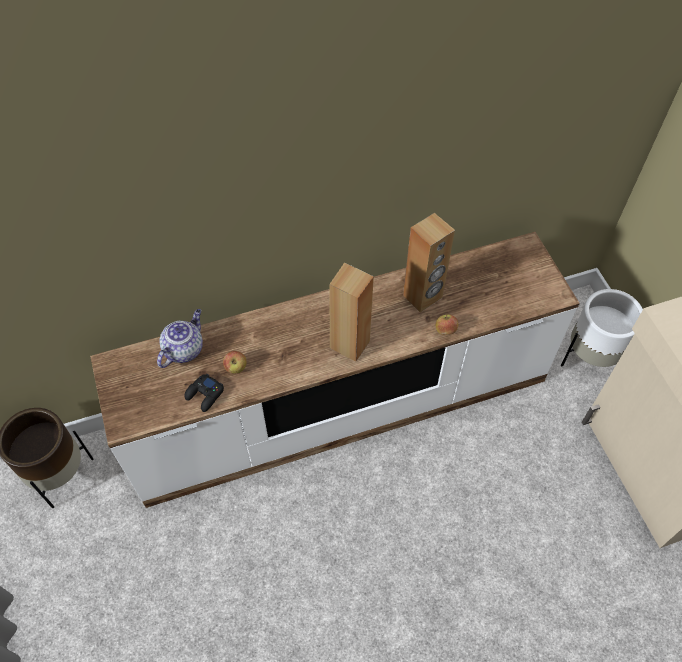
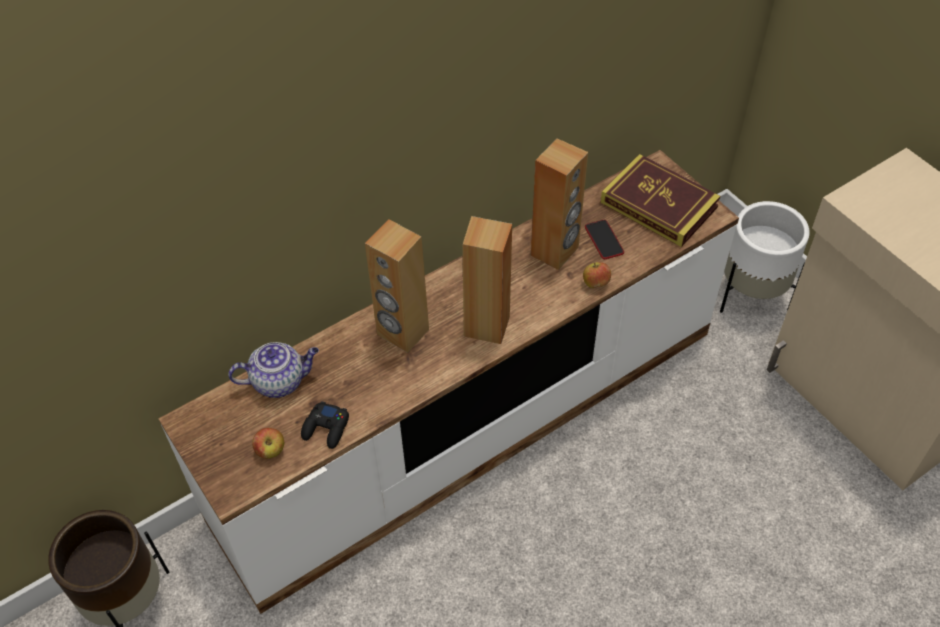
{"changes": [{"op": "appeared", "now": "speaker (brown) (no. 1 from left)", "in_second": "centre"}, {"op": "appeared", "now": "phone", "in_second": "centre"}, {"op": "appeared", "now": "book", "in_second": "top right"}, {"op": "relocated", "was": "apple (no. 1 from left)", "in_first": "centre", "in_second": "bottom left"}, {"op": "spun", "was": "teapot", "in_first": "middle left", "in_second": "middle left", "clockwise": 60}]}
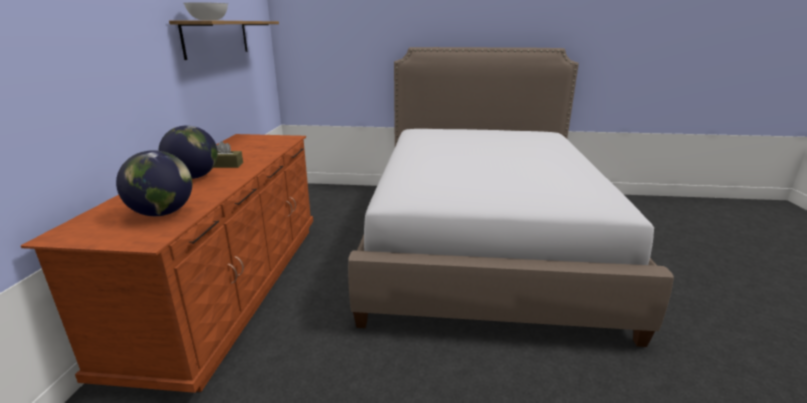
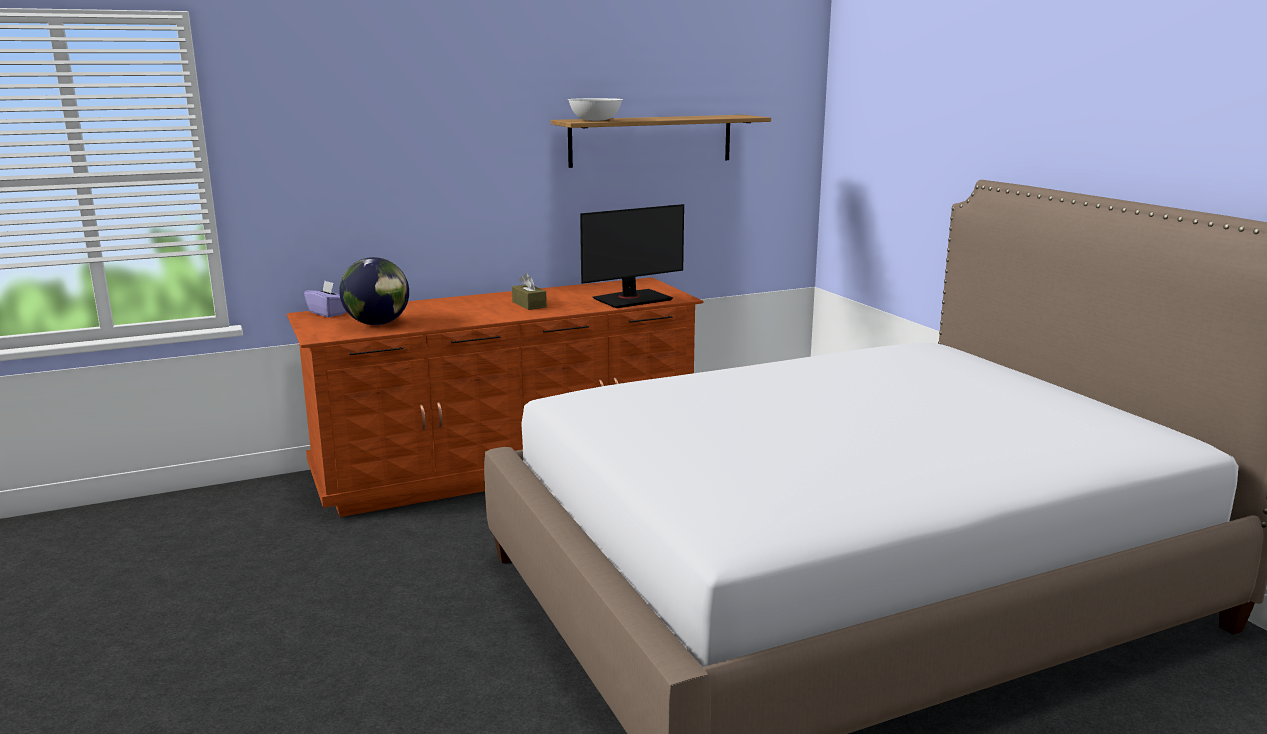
{"changes": [{"op": "missing", "was": "globe (no. 2 from left)", "in_first": "middle left"}, {"op": "appeared", "now": "tissue box (purple)", "in_second": "middle left"}, {"op": "appeared", "now": "monitor", "in_second": "centre"}]}
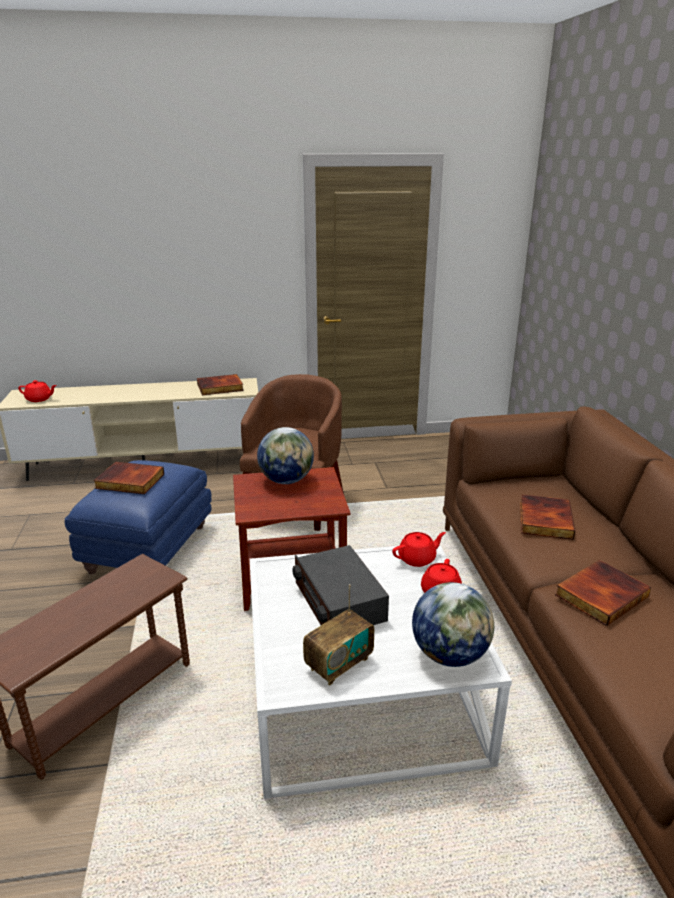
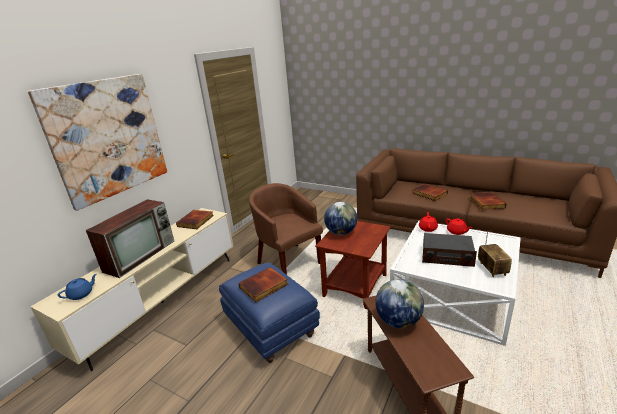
{"changes": [{"op": "appeared", "now": "picture", "in_second": "middle left"}, {"op": "appeared", "now": "television", "in_second": "middle left"}, {"op": "relocated", "was": "globe (no. 2 from left)", "in_first": "bottom right", "in_second": "bottom centre"}, {"op": "colour", "was": "teapot (red) (no. 1 from left)", "now": "teapot (blue)", "in_first": "middle left", "in_second": "bottom left"}]}
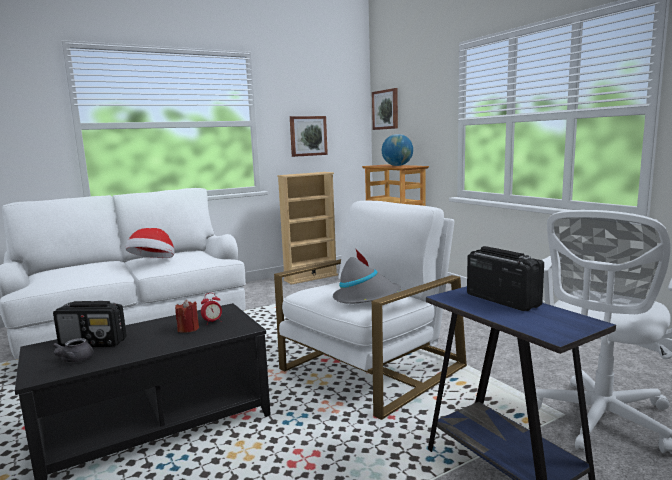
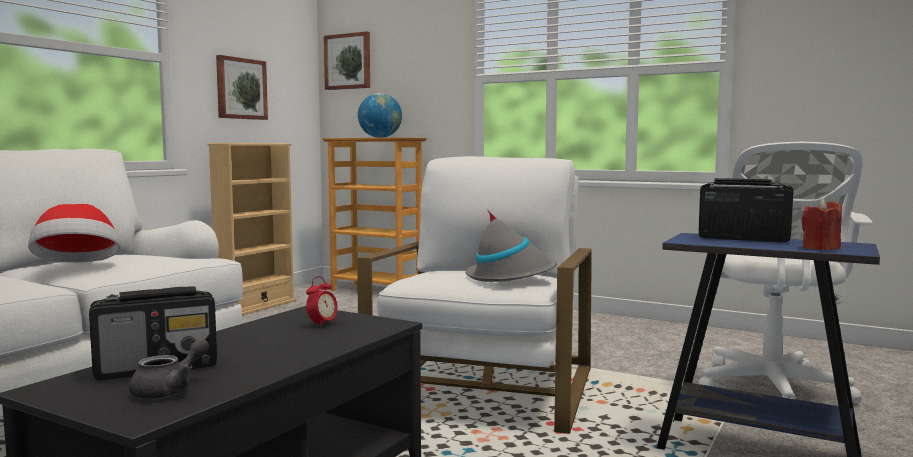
{"changes": [{"op": "relocated", "was": "candle (red)", "in_first": "middle left", "in_second": "middle right"}, {"op": "spun", "was": "teapot (grey)", "in_first": "bottom left", "in_second": "bottom left", "clockwise": -120}]}
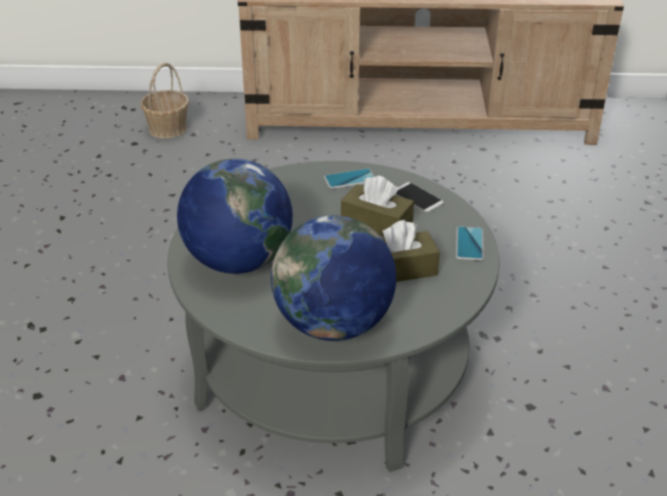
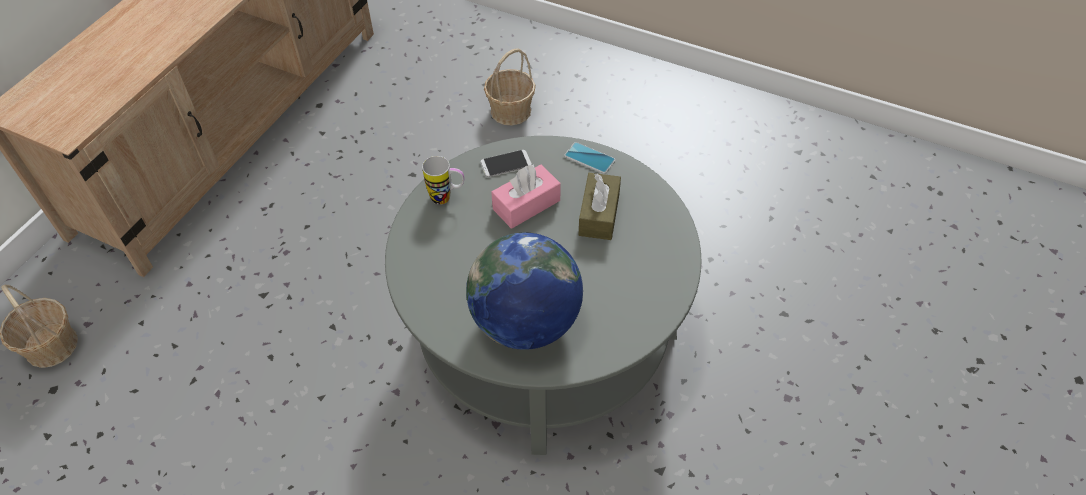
{"changes": [{"op": "missing", "was": "globe (no. 2 from left)", "in_first": "centre"}, {"op": "appeared", "now": "basket (no. 2 from left)", "in_second": "top centre"}, {"op": "exchanged", "was": "phone (no. 1 from left)", "now": "mug", "in_first": "centre", "in_second": "centre"}, {"op": "colour", "was": "tissue box (brown) (no. 1 from left)", "now": "tissue box (pink)", "in_first": "centre", "in_second": "centre"}]}
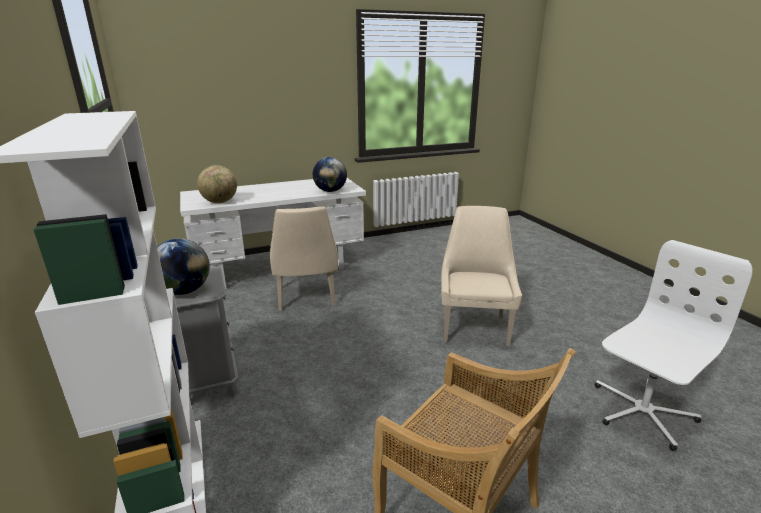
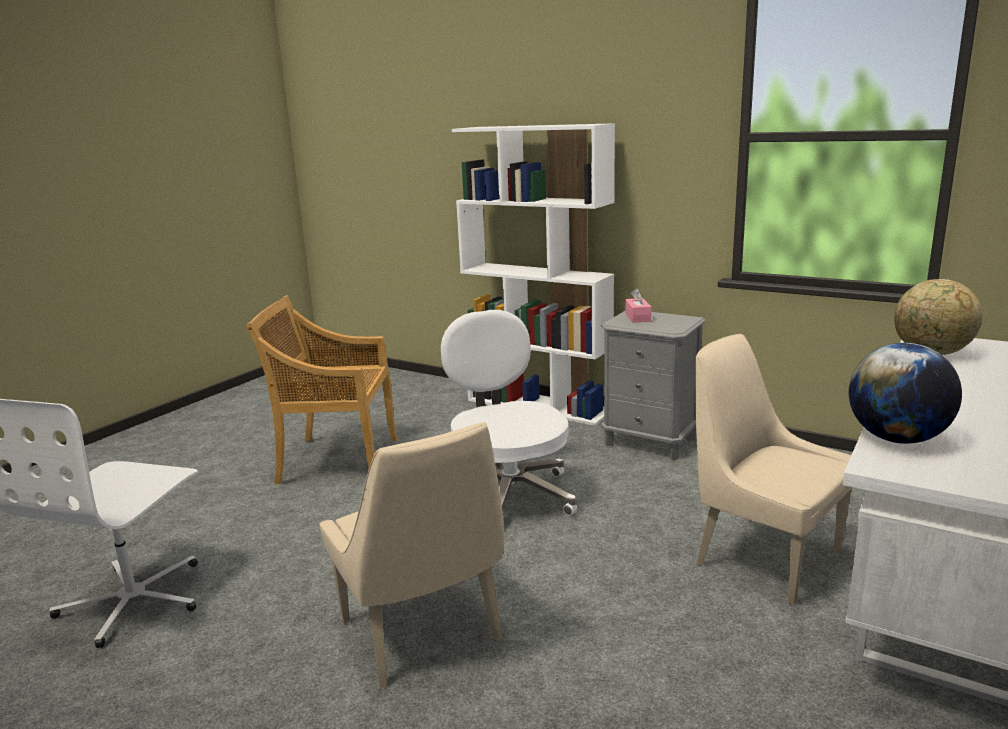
{"changes": [{"op": "appeared", "now": "office chair (white) (no. 2 from left)", "in_second": "centre"}, {"op": "exchanged", "was": "globe (no. 1 from left)", "now": "tissue box (pink)", "in_first": "middle left", "in_second": "centre"}]}
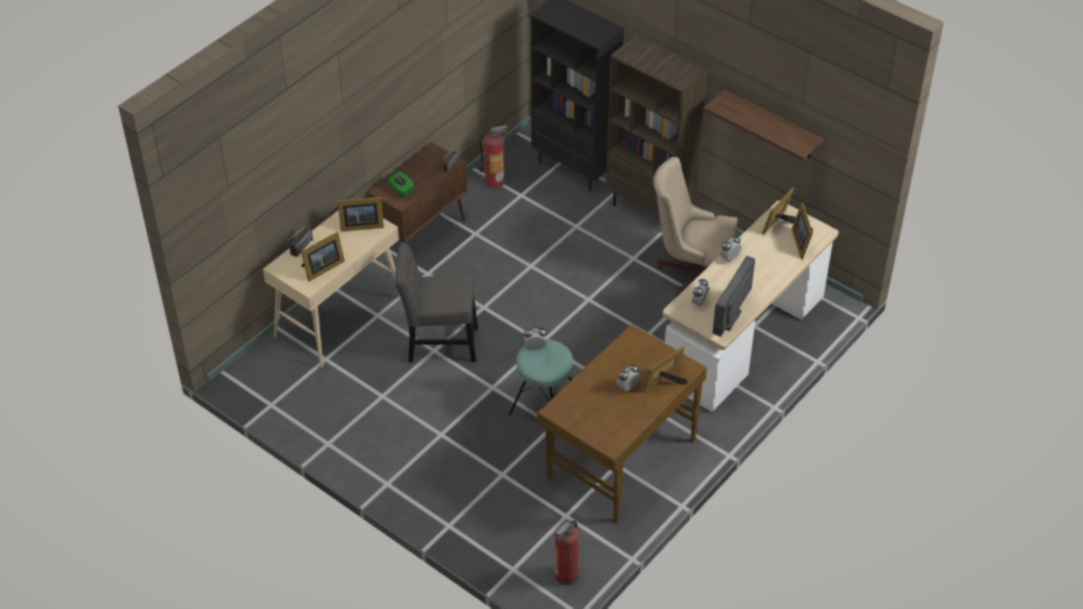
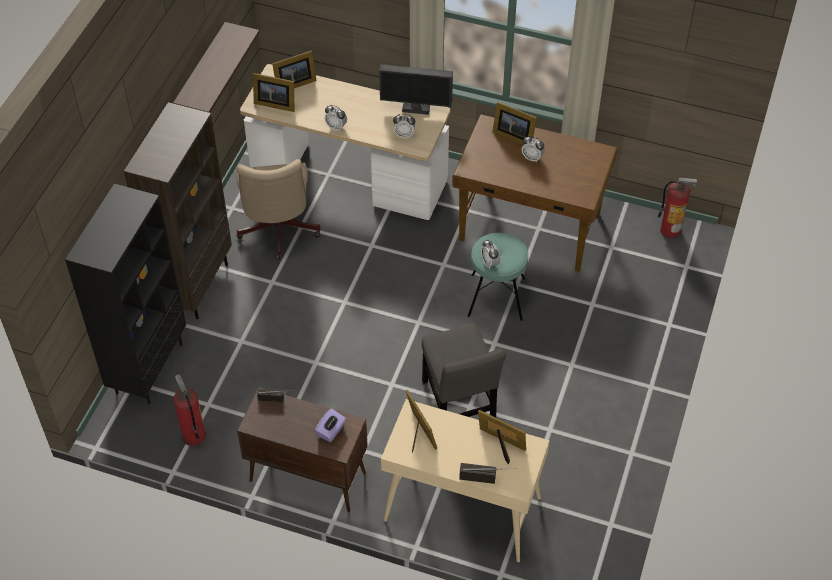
{"changes": [{"op": "colour", "was": "tissue box (green)", "now": "tissue box (purple)", "in_first": "top centre", "in_second": "bottom centre"}]}
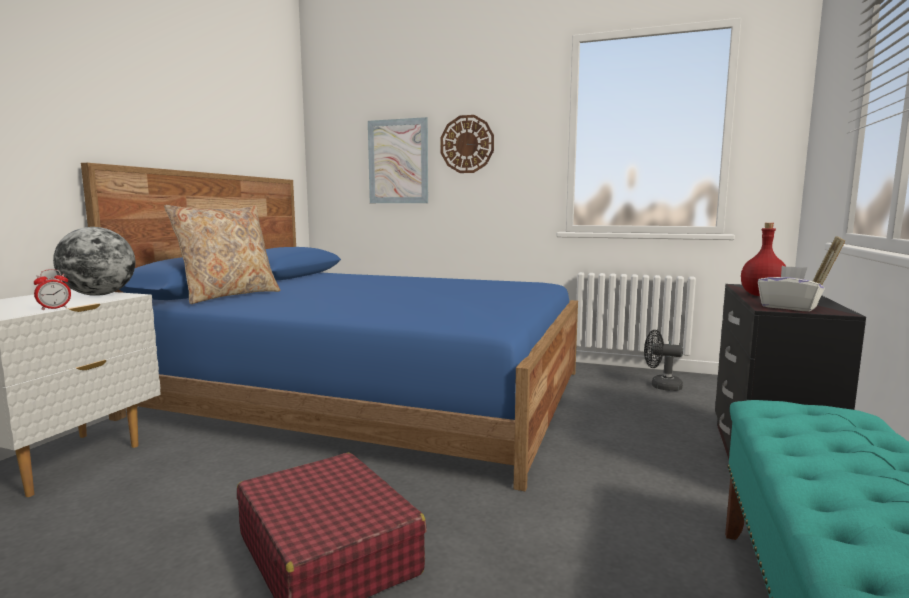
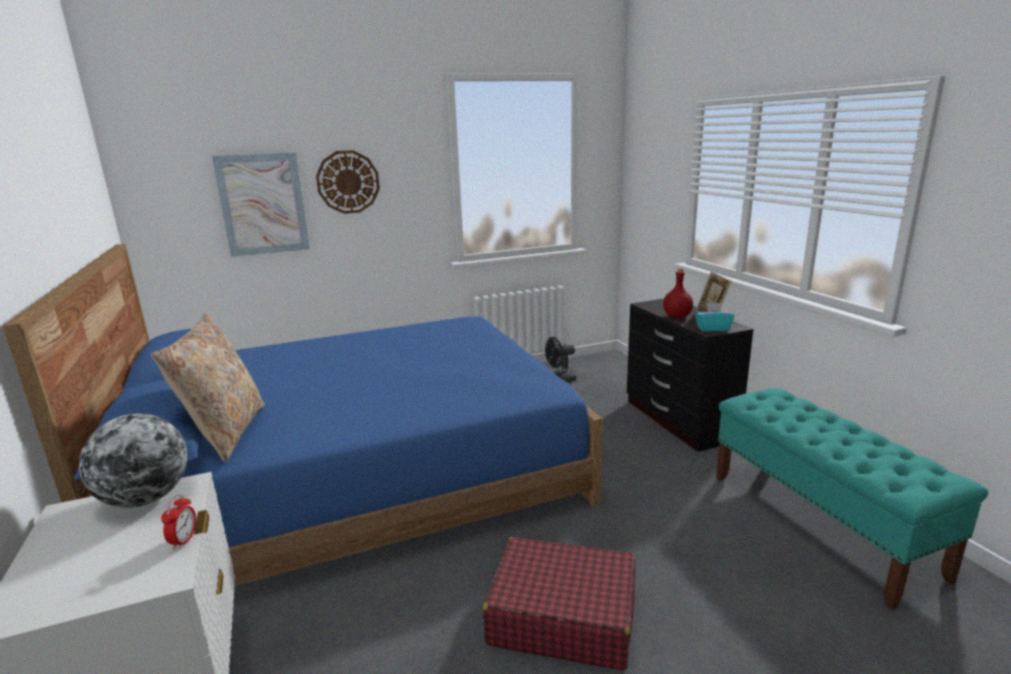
{"changes": [{"op": "colour", "was": "tissue box (white)", "now": "tissue box (turquoise)", "in_first": "middle right", "in_second": "middle right"}]}
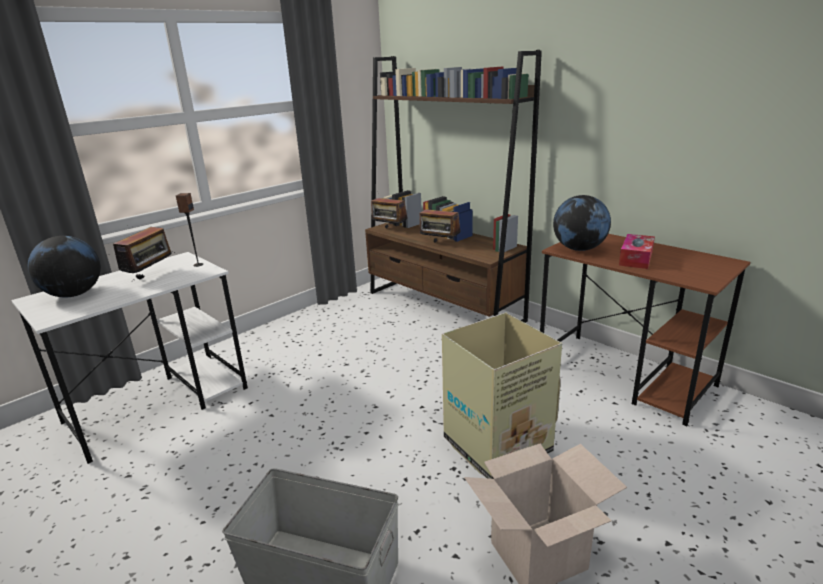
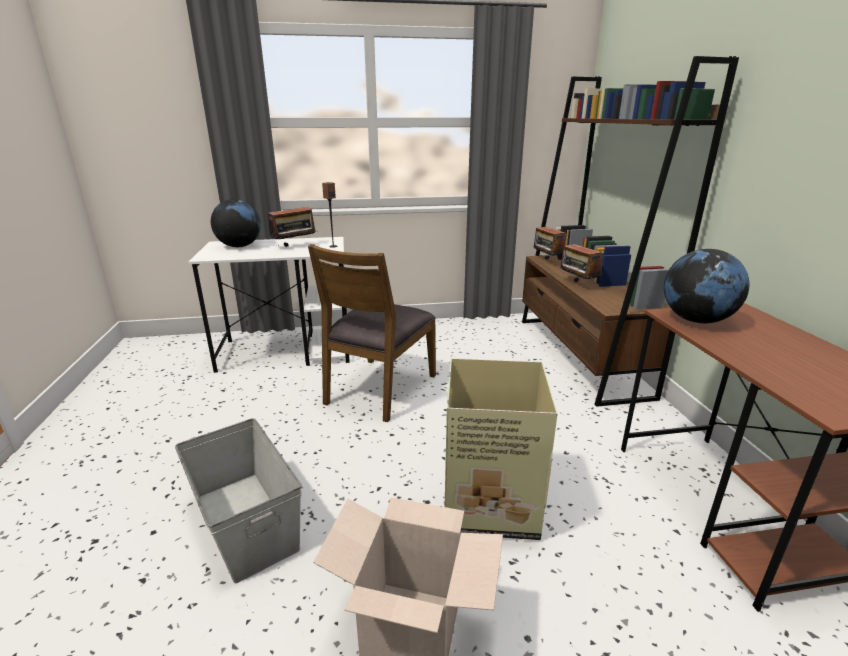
{"changes": [{"op": "missing", "was": "tissue box", "in_first": "middle right"}, {"op": "appeared", "now": "chair (brown)", "in_second": "centre"}]}
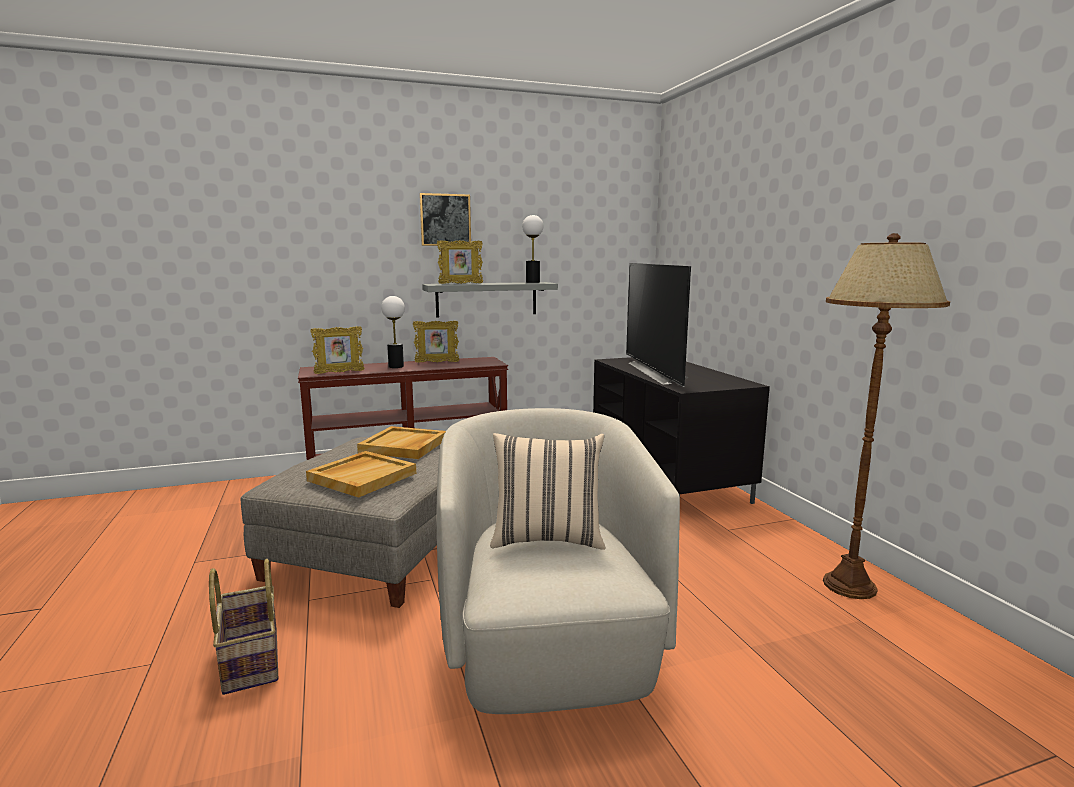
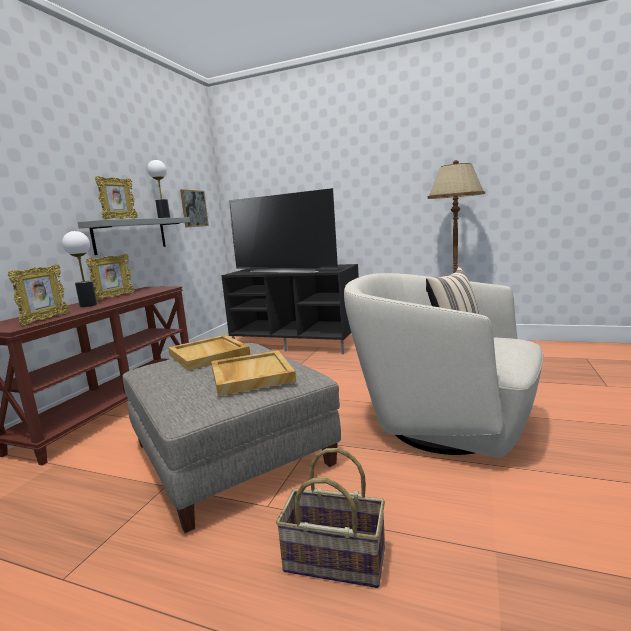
{"changes": [{"op": "relocated", "was": "picture", "in_first": "top centre", "in_second": "top left"}]}
